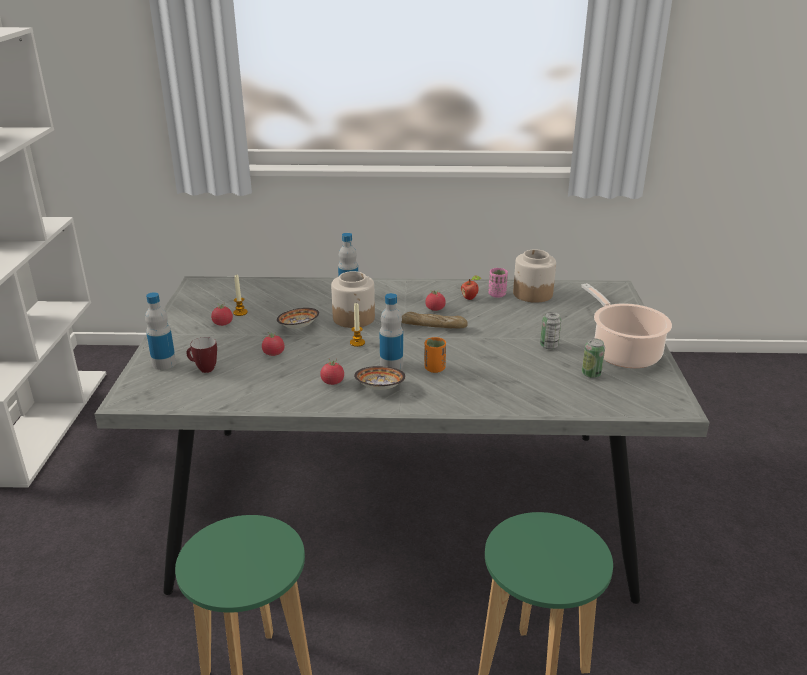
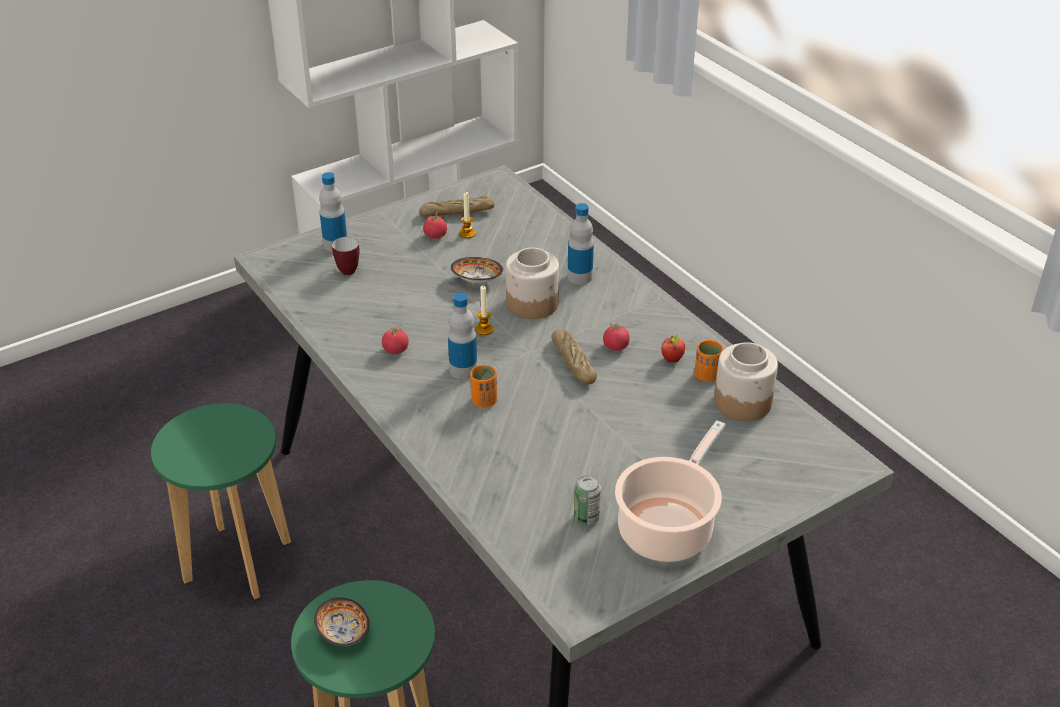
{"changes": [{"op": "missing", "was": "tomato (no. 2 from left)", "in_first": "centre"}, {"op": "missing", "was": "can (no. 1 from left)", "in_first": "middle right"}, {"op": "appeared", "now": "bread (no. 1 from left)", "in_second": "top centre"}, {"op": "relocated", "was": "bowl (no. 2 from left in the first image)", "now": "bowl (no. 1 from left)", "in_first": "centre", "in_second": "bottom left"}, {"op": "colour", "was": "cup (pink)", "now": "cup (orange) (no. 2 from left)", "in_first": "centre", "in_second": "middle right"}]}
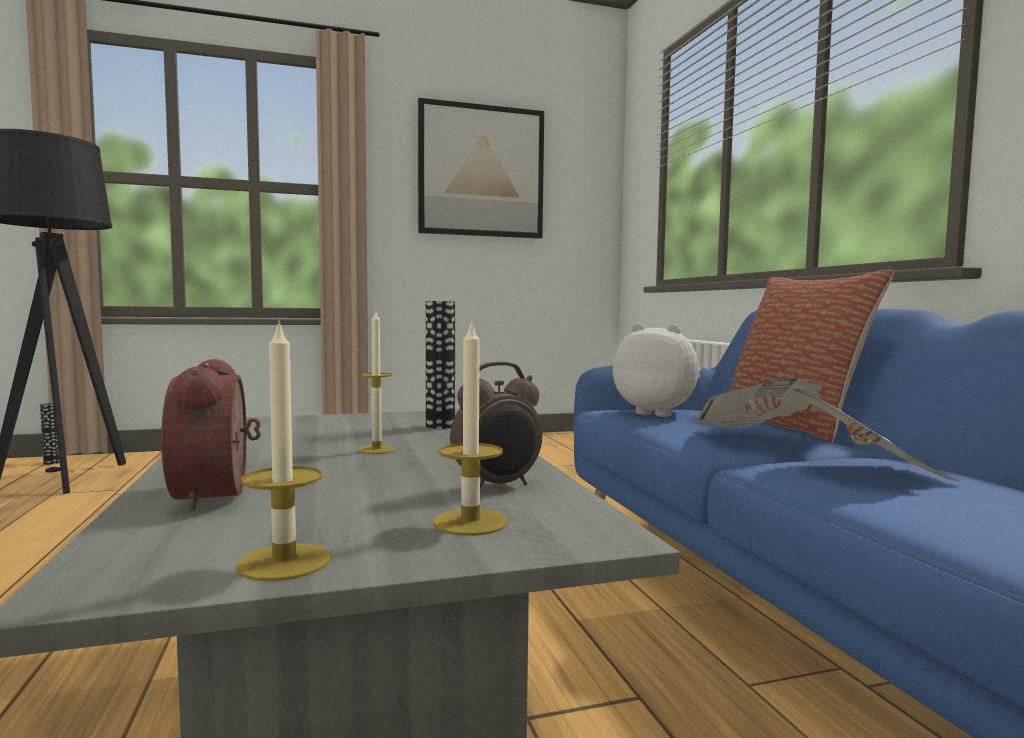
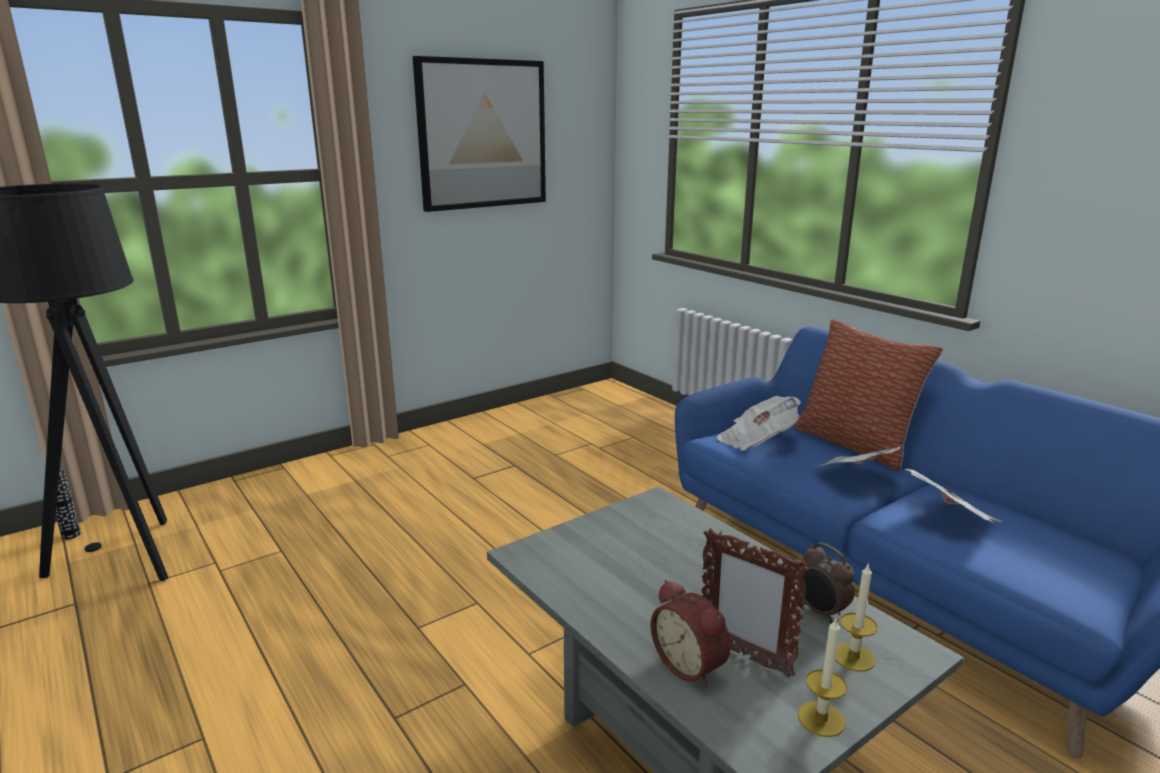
{"changes": [{"op": "missing", "was": "candle (no. 2 from left)", "in_first": "centre"}, {"op": "missing", "was": "vase (no. 2 from left)", "in_first": "centre"}, {"op": "appeared", "now": "picture frame", "in_second": "bottom centre"}, {"op": "exchanged", "was": "plush toy", "now": "newspaper (no. 1 from left)", "in_first": "centre", "in_second": "centre"}, {"op": "spun", "was": "alarm clock (no. 2 from left)", "in_first": "centre", "in_second": "bottom right", "clockwise": 105}]}
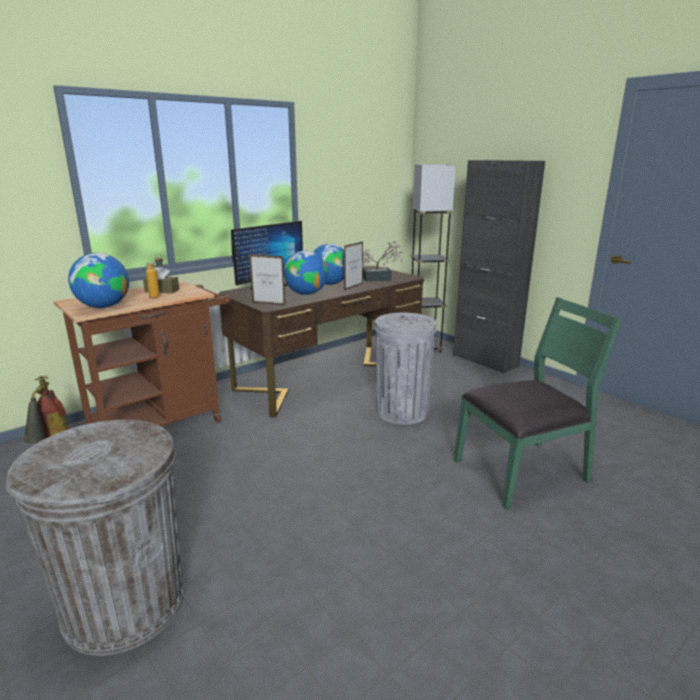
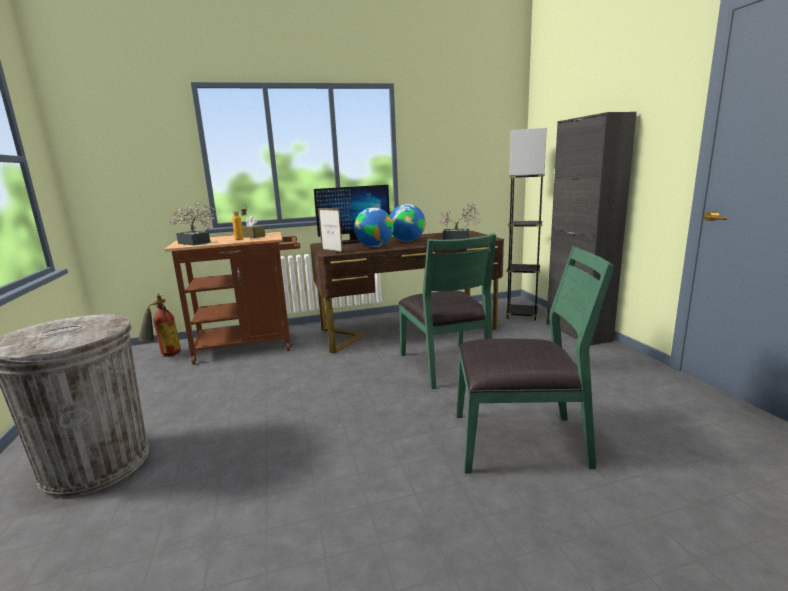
{"changes": [{"op": "missing", "was": "picture frame (no. 2 from left)", "in_first": "centre"}, {"op": "exchanged", "was": "globe (no. 1 from left)", "now": "potted plant (no. 1 from left)", "in_first": "middle left", "in_second": "middle left"}, {"op": "exchanged", "was": "trash can (grey) (no. 2 from left)", "now": "chair (green) (no. 1 from left)", "in_first": "centre", "in_second": "centre"}]}
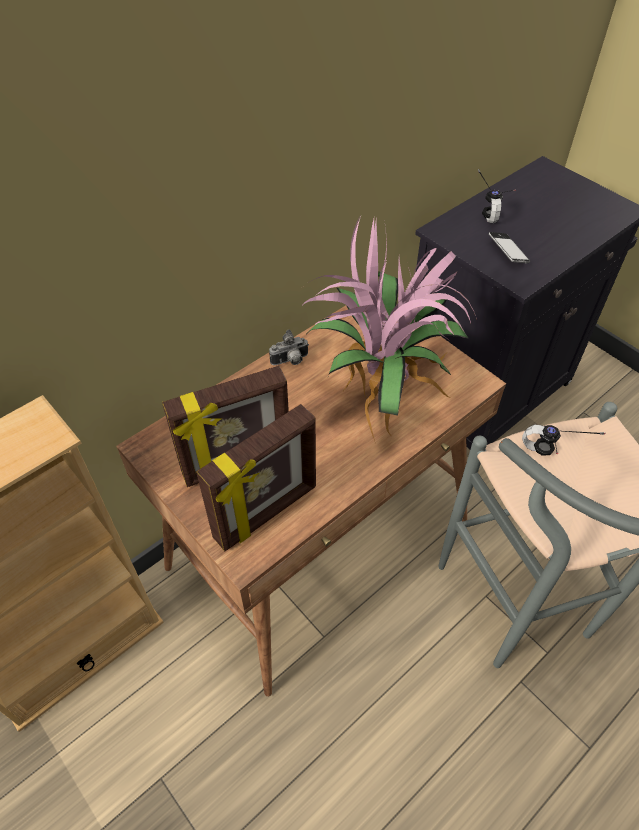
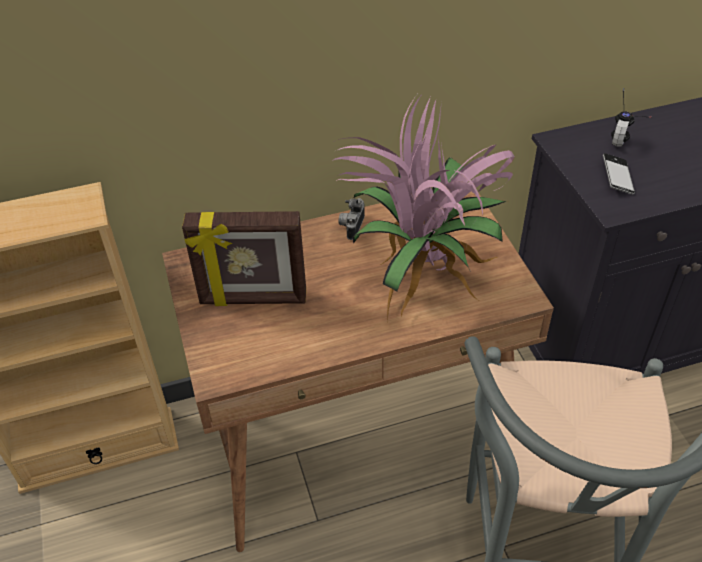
{"changes": [{"op": "missing", "was": "picture frame (no. 2 from left)", "in_first": "centre"}, {"op": "missing", "was": "headphones (no. 2 from left)", "in_first": "middle right"}, {"op": "spun", "was": "photo camera", "in_first": "centre", "in_second": "centre", "clockwise": 105}]}
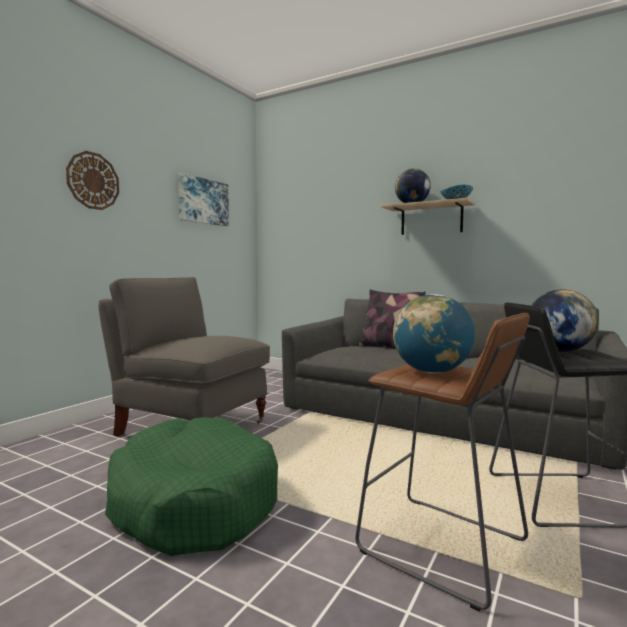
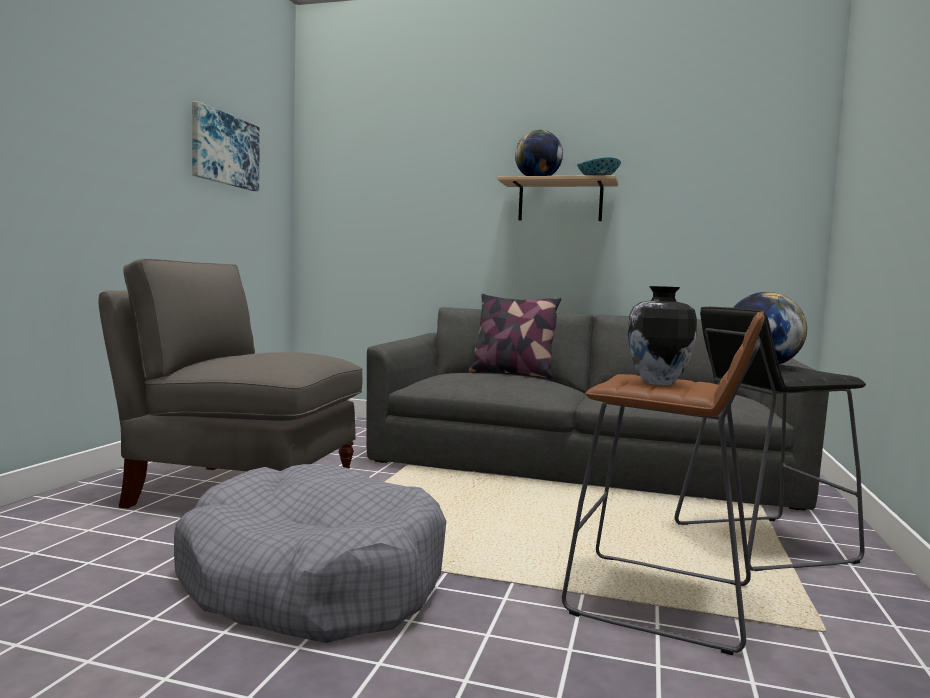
{"changes": [{"op": "missing", "was": "wall clock", "in_first": "top left"}, {"op": "exchanged", "was": "globe (no. 2 from left)", "now": "vase", "in_first": "middle right", "in_second": "middle right"}, {"op": "colour", "was": "dog bed (green)", "now": "dog bed (grey)", "in_first": "bottom left", "in_second": "bottom centre"}]}
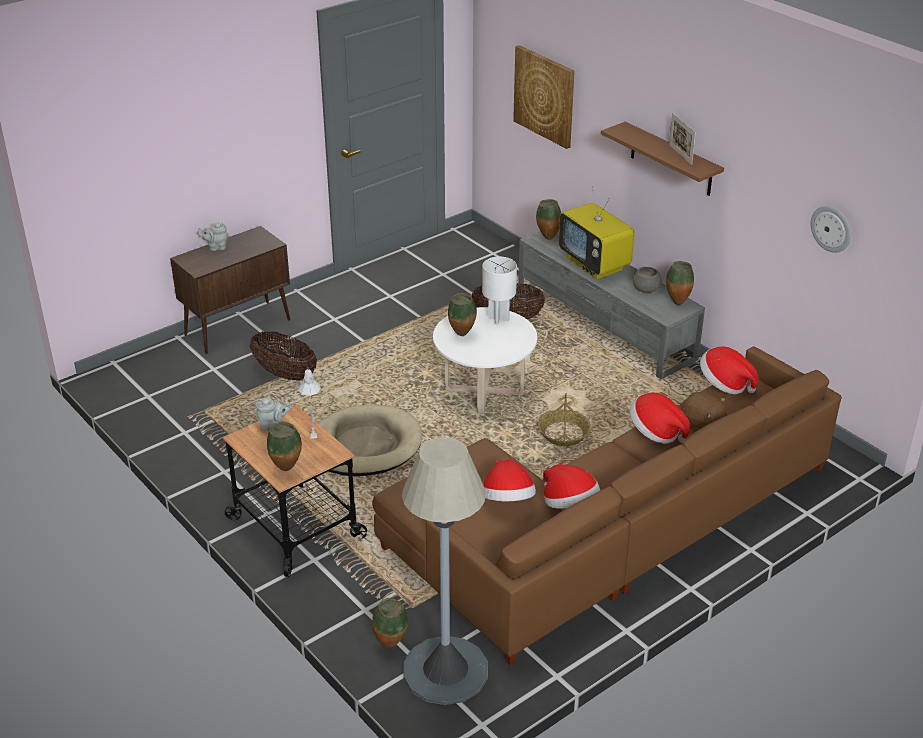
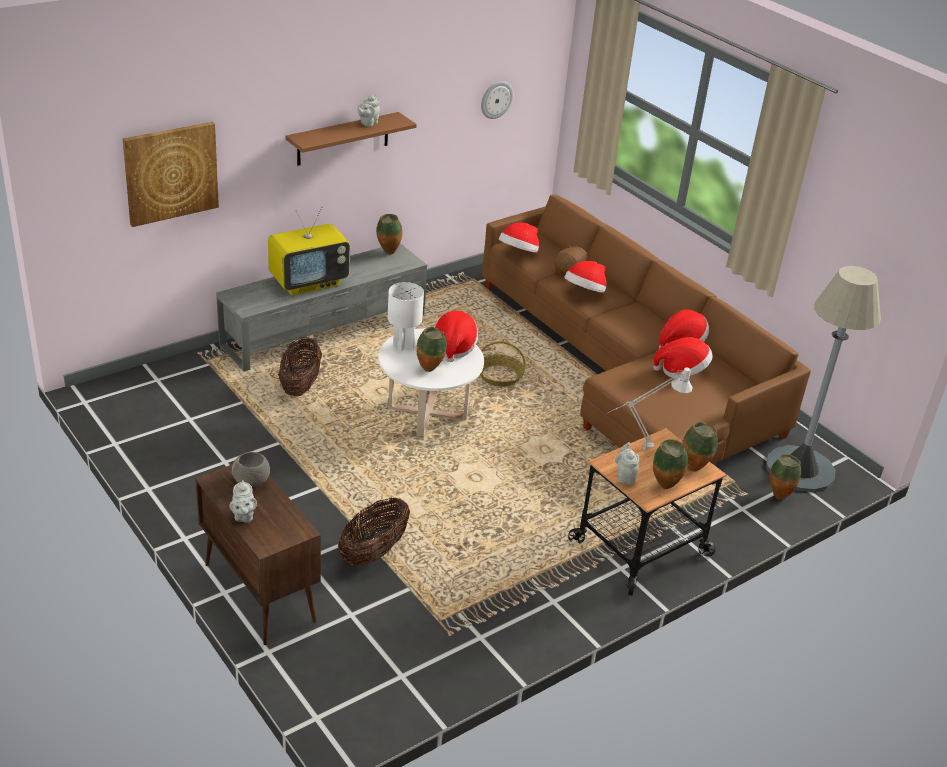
{"changes": [{"op": "missing", "was": "dog bed (beige)", "in_first": "centre"}, {"op": "appeared", "now": "hat (no. 1 from left)", "in_second": "centre"}, {"op": "relocated", "was": "vase (no. 4 from left in the first image)", "now": "vase (no. 3 from left)", "in_first": "top centre", "in_second": "middle right"}, {"op": "relocated", "was": "bowl (grey)", "in_first": "middle right", "in_second": "middle left"}, {"op": "exchanged", "was": "picture frame", "now": "teapot (grey) (no. 2 from left)", "in_first": "top right", "in_second": "top centre"}]}
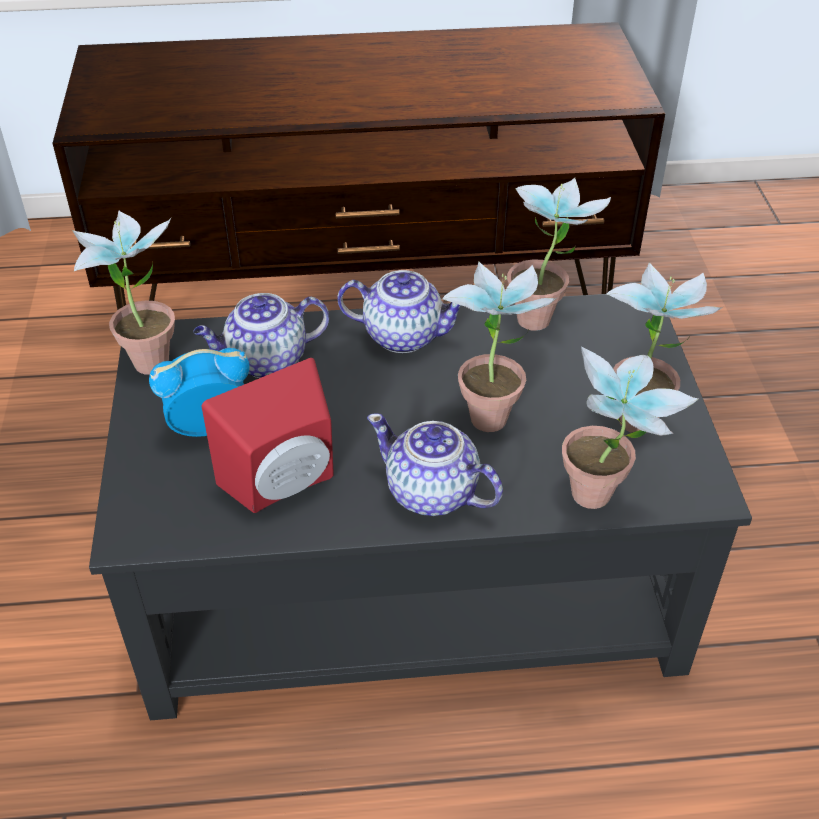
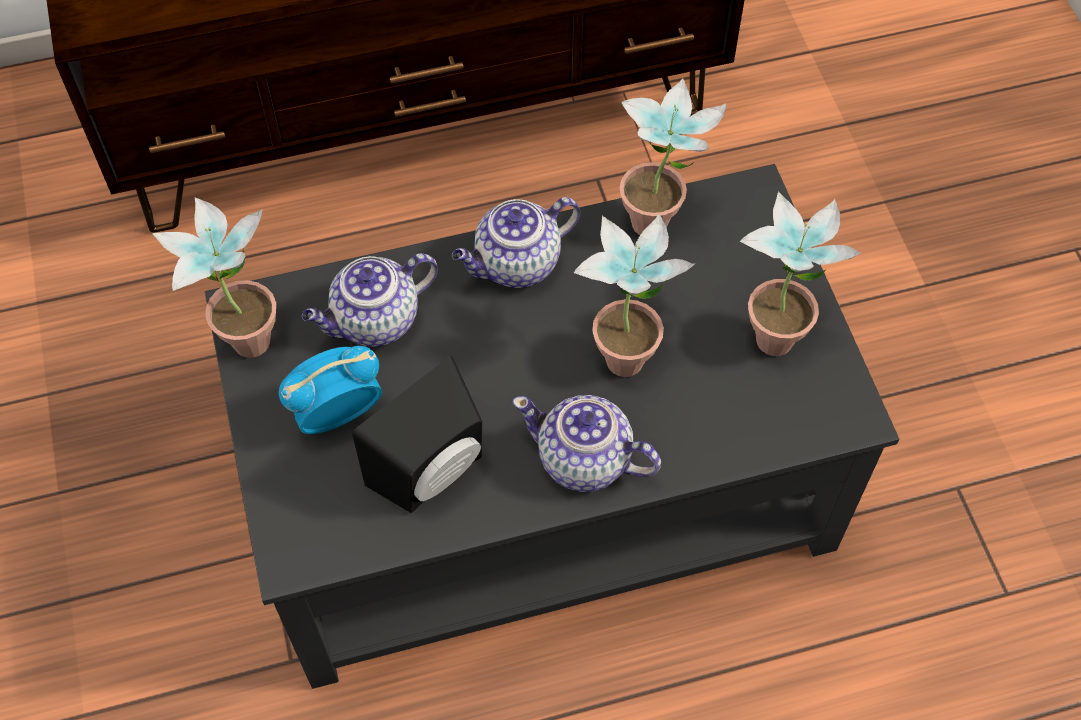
{"changes": [{"op": "missing", "was": "potted plant (no. 4 from left)", "in_first": "middle right"}, {"op": "colour", "was": "speaker (red)", "now": "speaker (black)", "in_first": "middle left", "in_second": "centre"}, {"op": "spun", "was": "teapot (no. 2 from left)", "in_first": "centre", "in_second": "centre", "clockwise": 150}]}
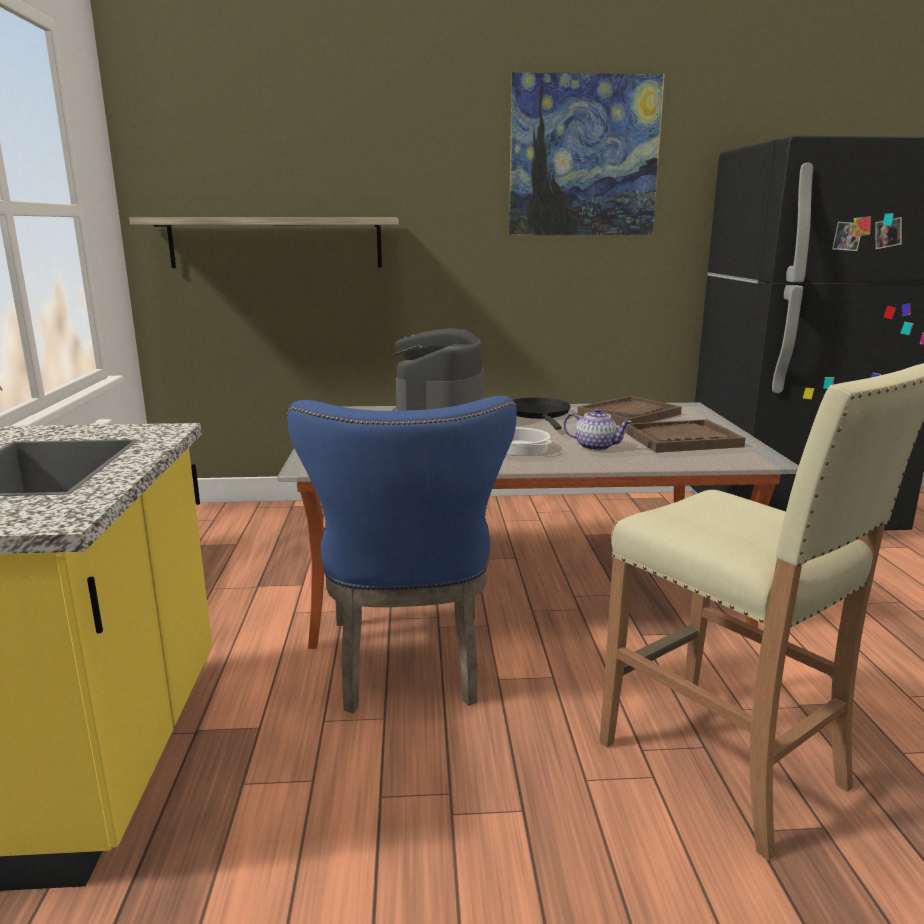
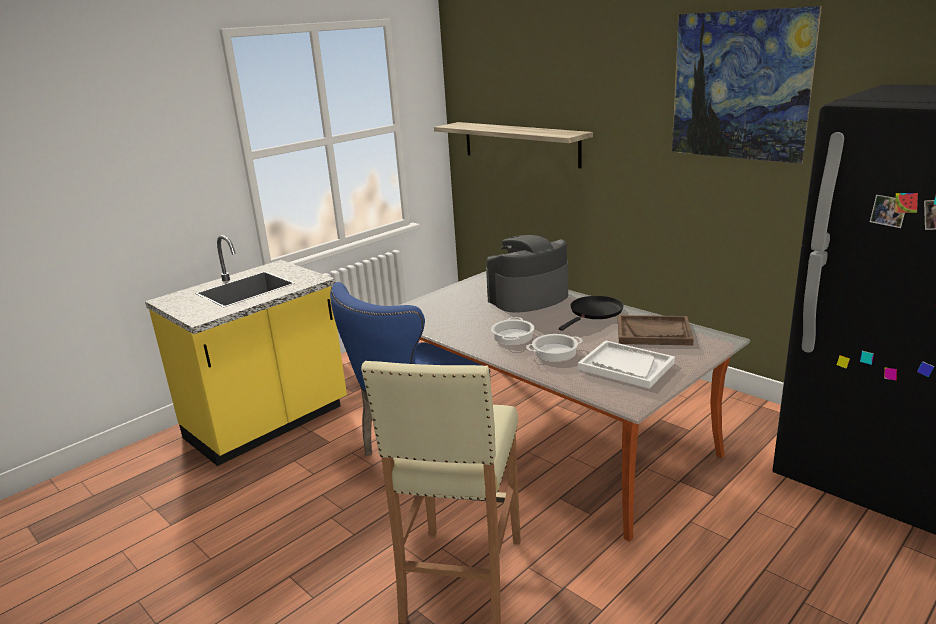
{"changes": [{"op": "exchanged", "was": "teapot", "now": "cooking pot (no. 2 from left)", "in_first": "centre", "in_second": "centre"}, {"op": "colour", "was": "tray (brown) (no. 2 from left)", "now": "tray (white)", "in_first": "middle right", "in_second": "middle right"}]}
